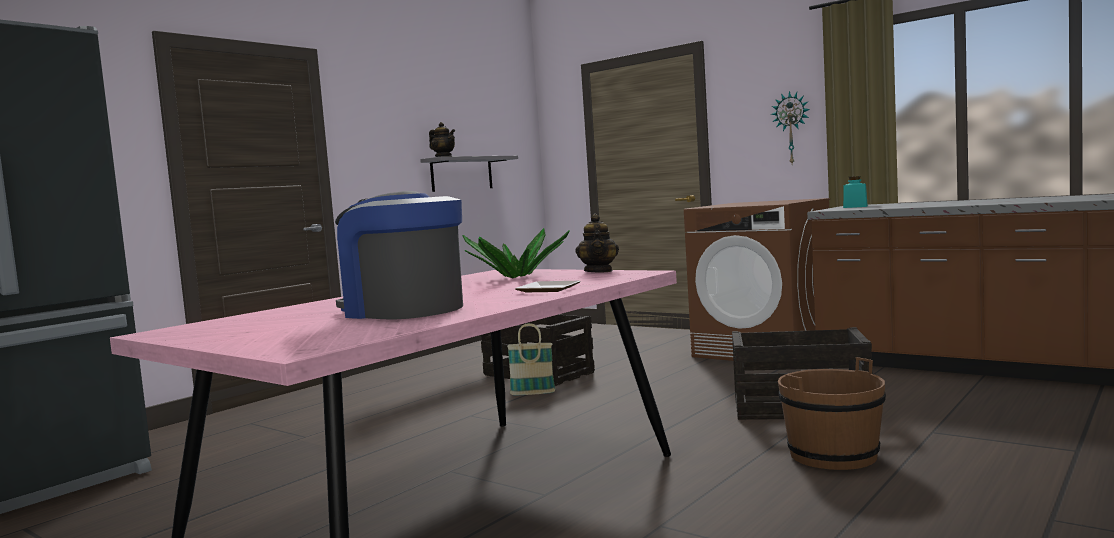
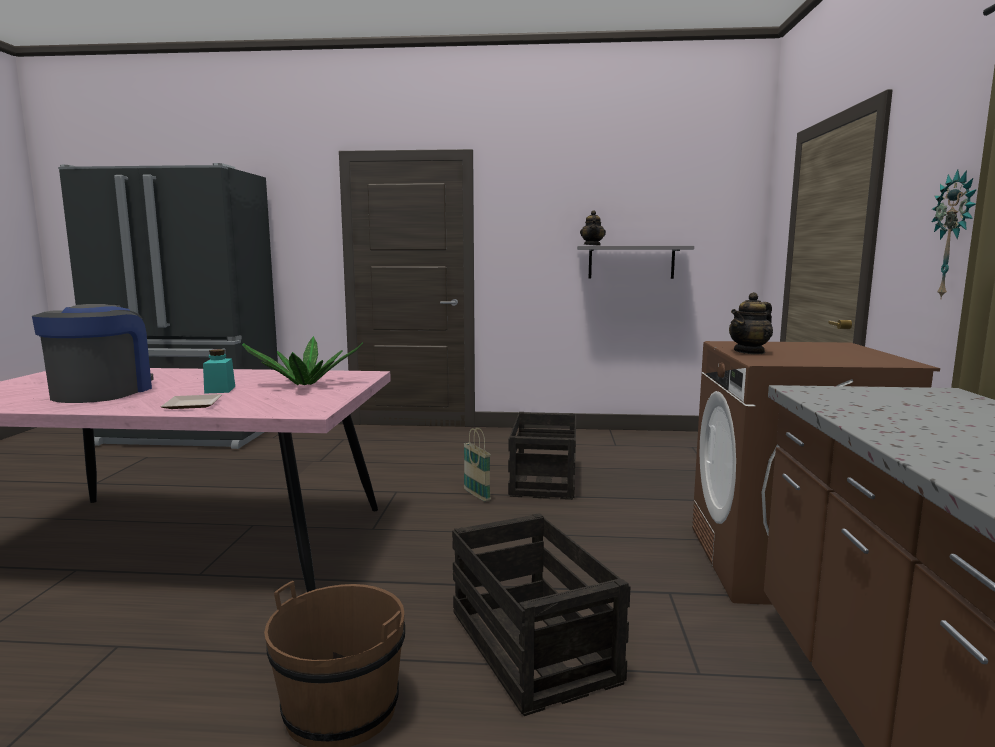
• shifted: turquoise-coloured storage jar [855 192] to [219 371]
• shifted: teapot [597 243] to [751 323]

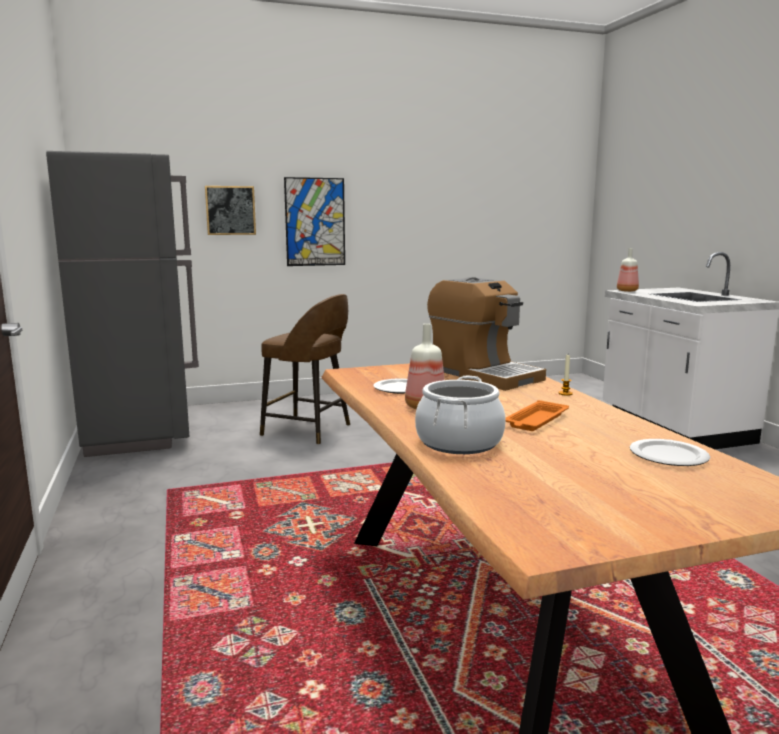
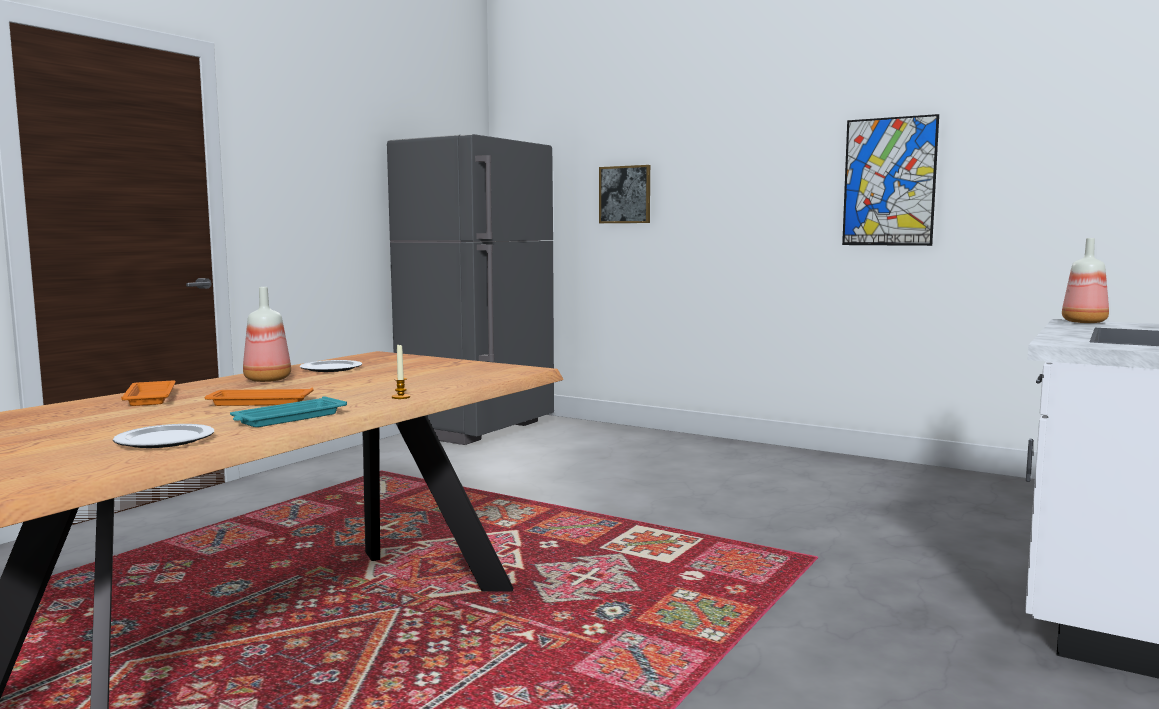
• shifted: picture [314 221] to [890 180]
• gone: coffee brewer [486 334]
• gone: brown-coloured stool [305 369]
• swapped: saucepot [460 415] to orange-coloured tray [148 393]
• new: turquoise-coloured tray [288 411]

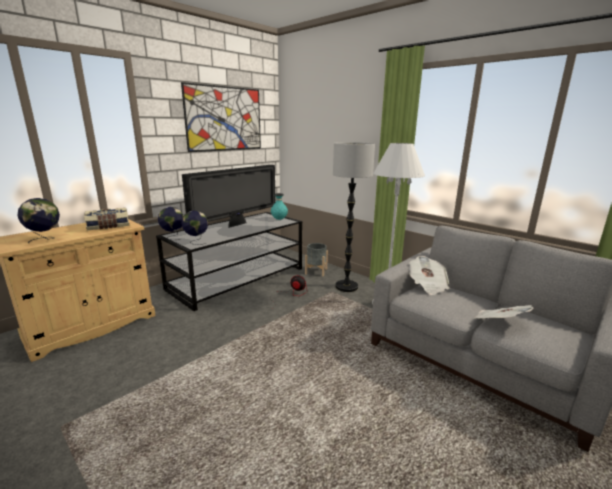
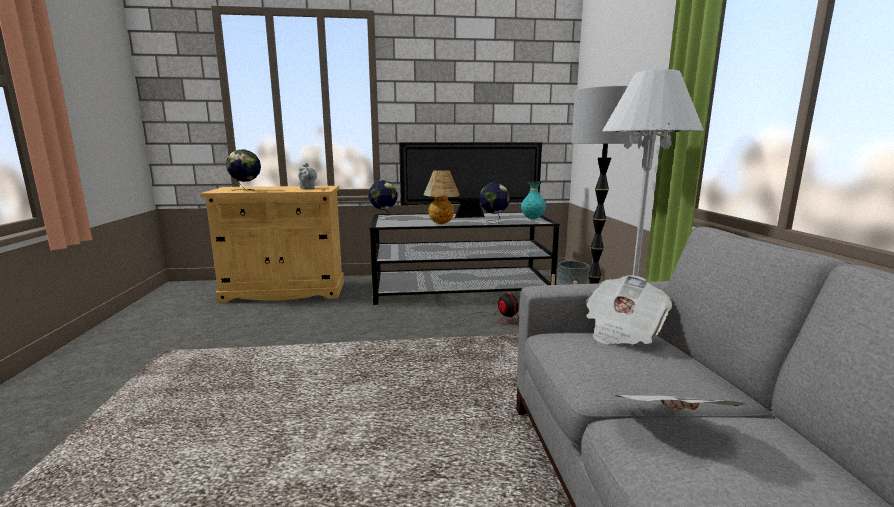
• gone: picture [221 117]
• swapped: volume [106 219] to grey teapot [307 175]
• shifted: world globe [194 227] to [494 203]
• new: tabletop lamp [442 197]

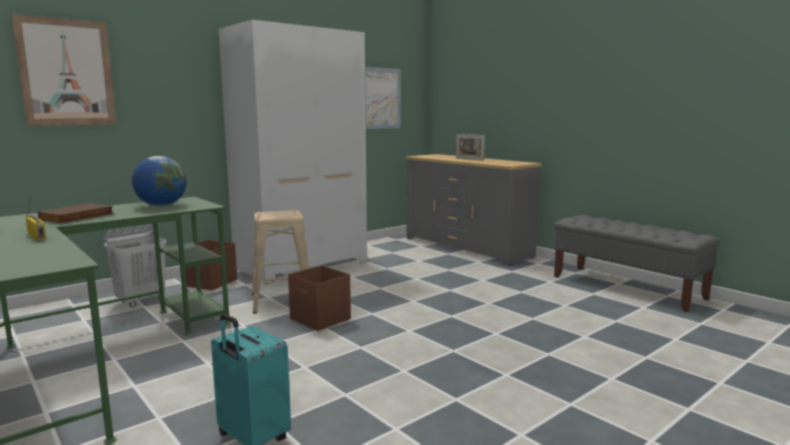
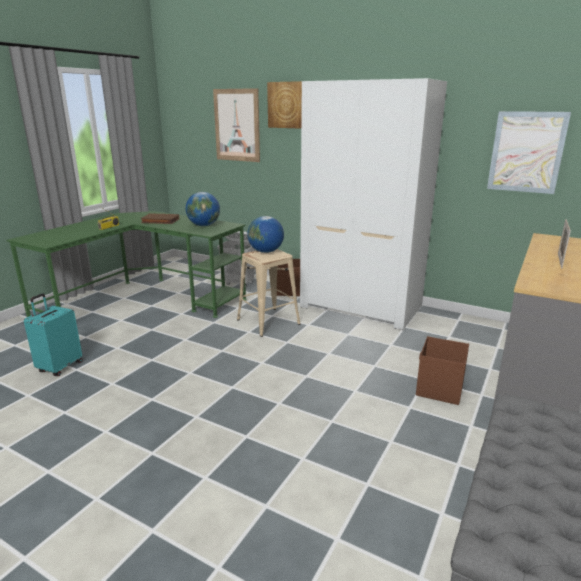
• shifted: brown-coloured storage box [319 298] to [442 370]
• new: picture [284 105]
• new: world globe [265 234]

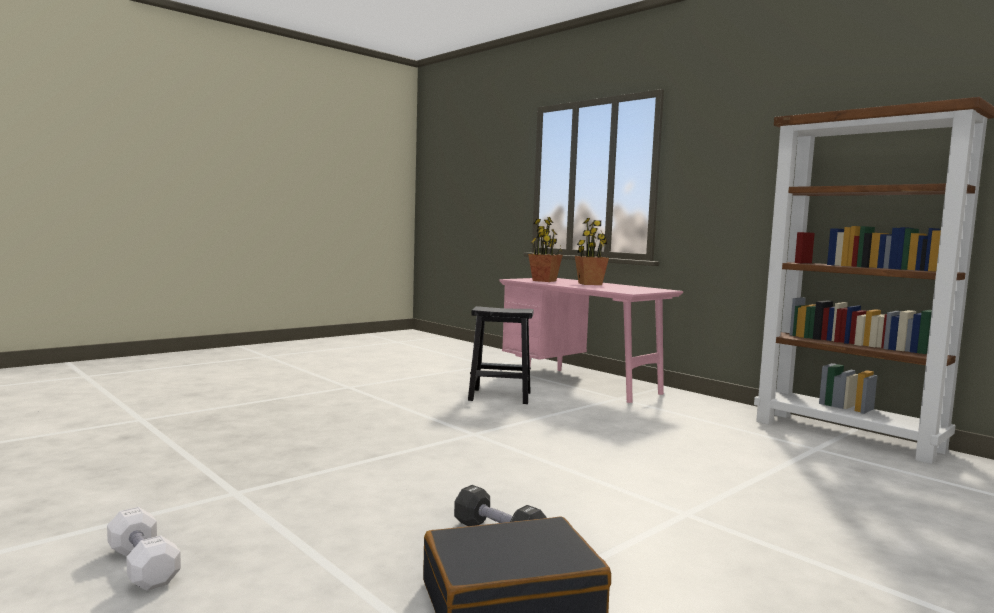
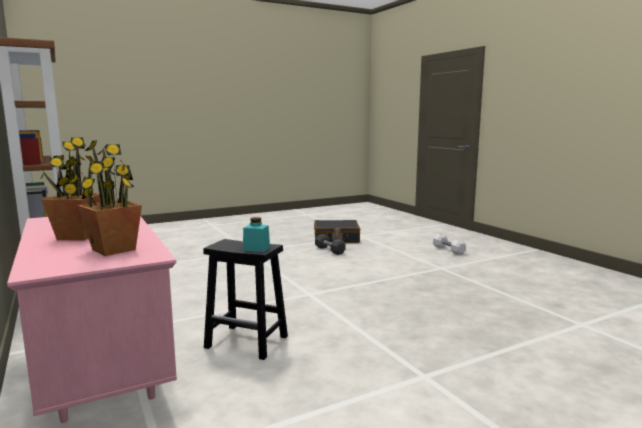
• new: turquoise-coloured storage jar [256 234]

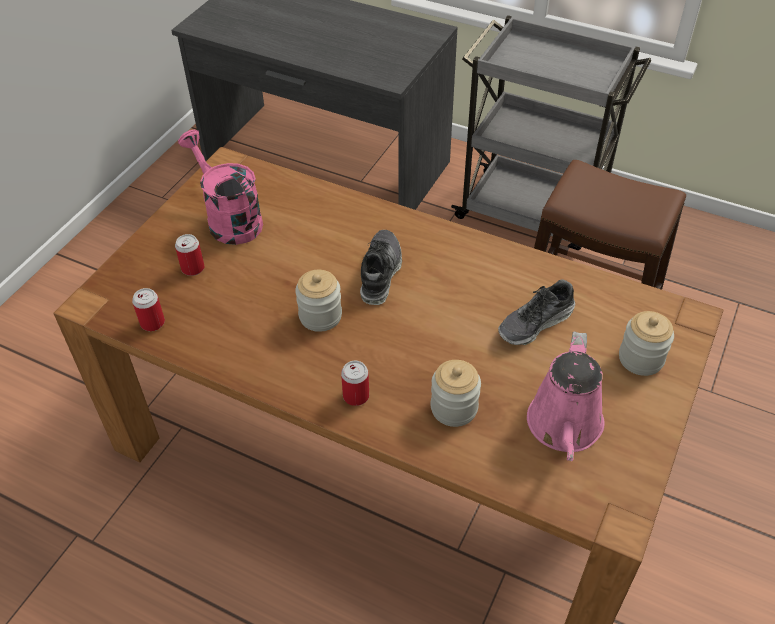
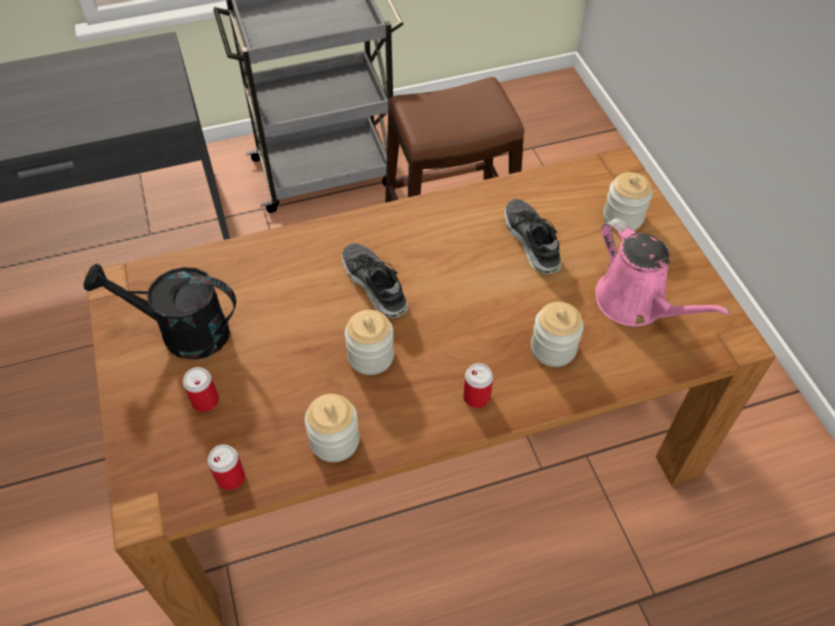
• repainted: pinkish sprinkling can [220 187] to blackish sprinkling can [159 311]
• rotated: shoe [536 312] = [532 236] 150 degrees clockwise
• new: storage jar [332 428]

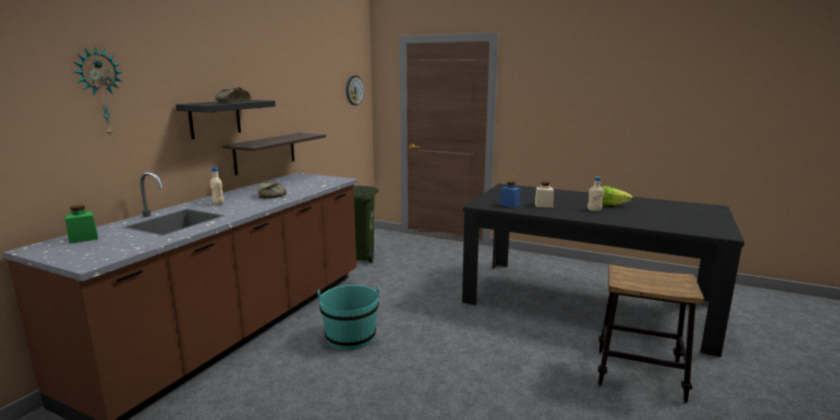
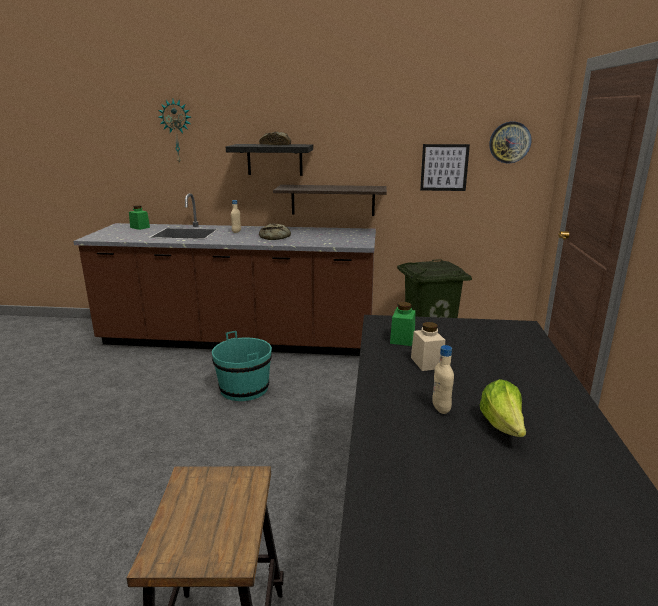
• repainted: blue storage jar [510 194] to green storage jar [402 324]
• new: picture [445 167]

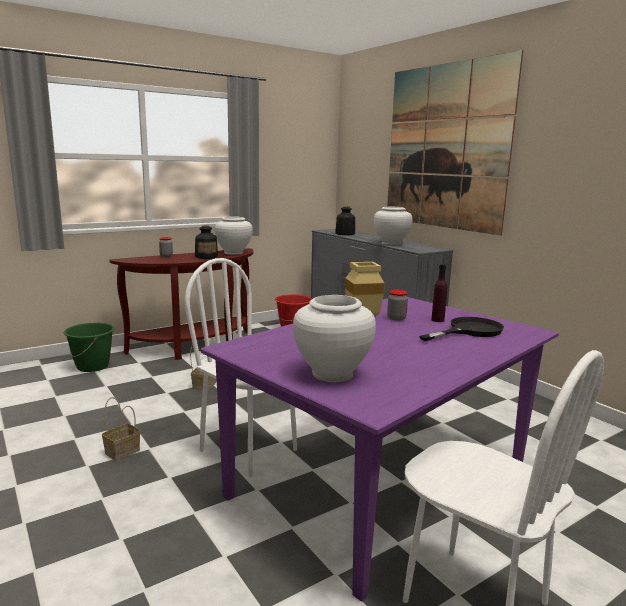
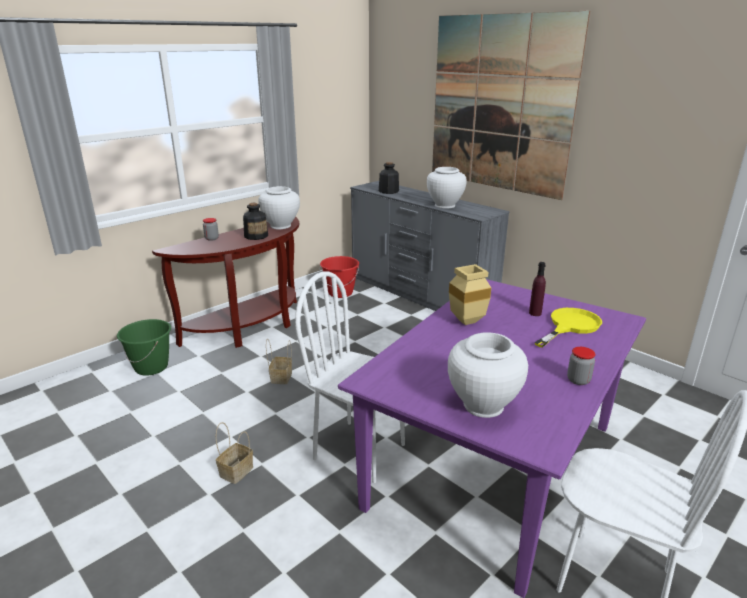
• shifted: storage jar [397 305] to [581 366]
• repainted: blackish frying pan [461 329] to yellowish frying pan [568 328]

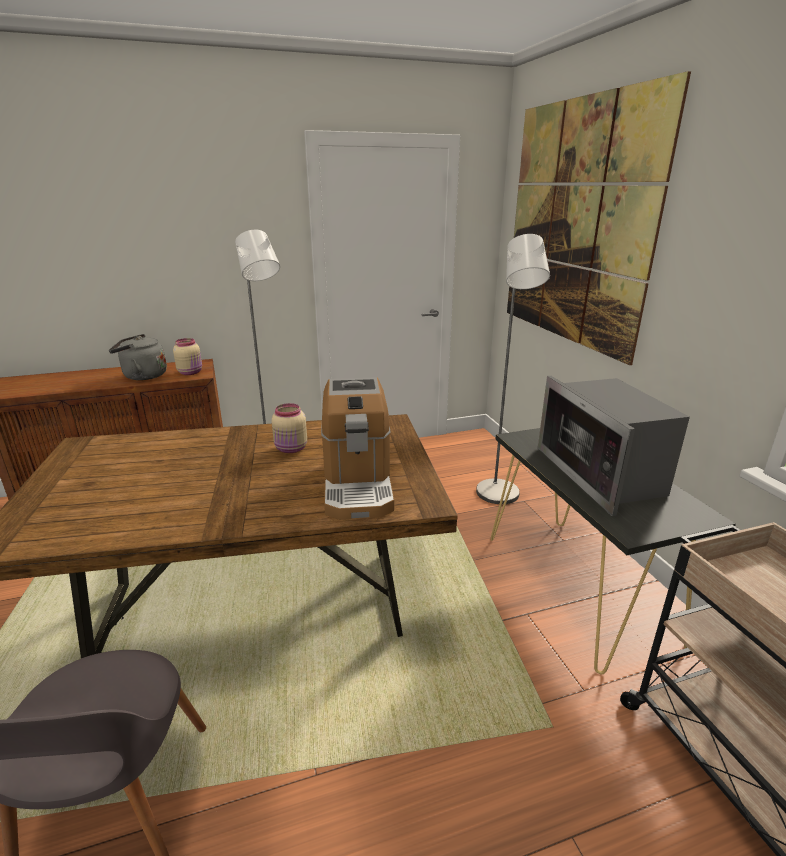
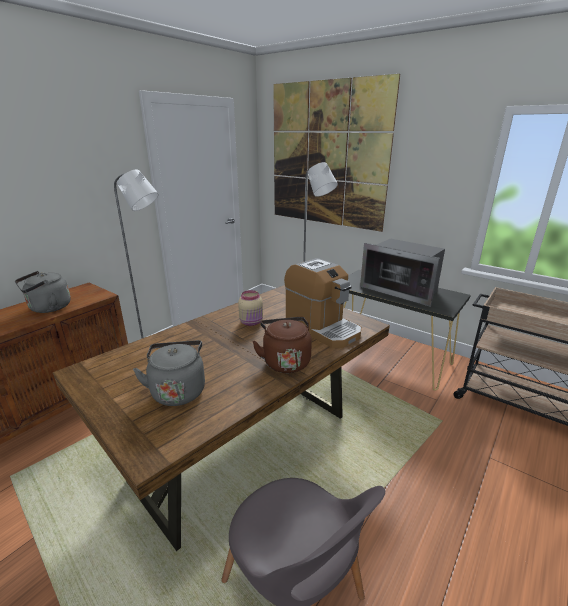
• gone: beige-coloured storage jar [187 356]
• new: brown-coloured kettle [282 345]
• new: grey kettle [169 373]

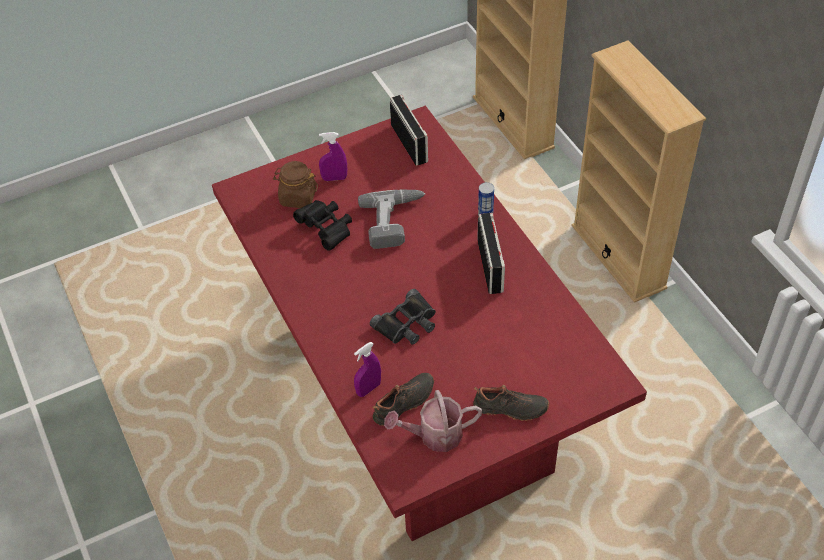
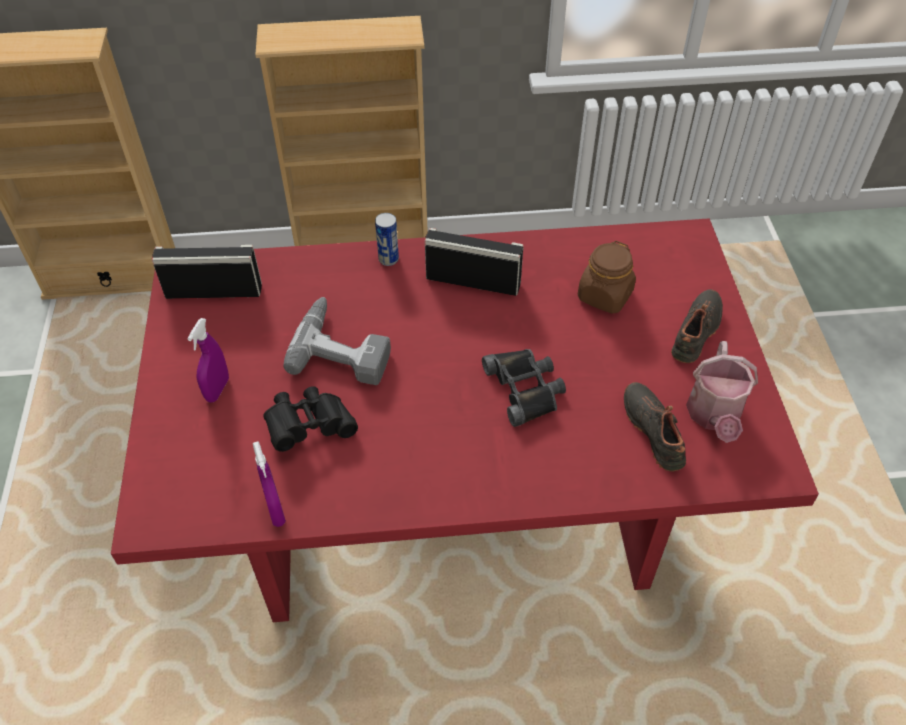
• shifted: brown-coloured storage jar [295 184] to [607 277]
• shifted: purplish spray bottle [367 369] to [269 484]

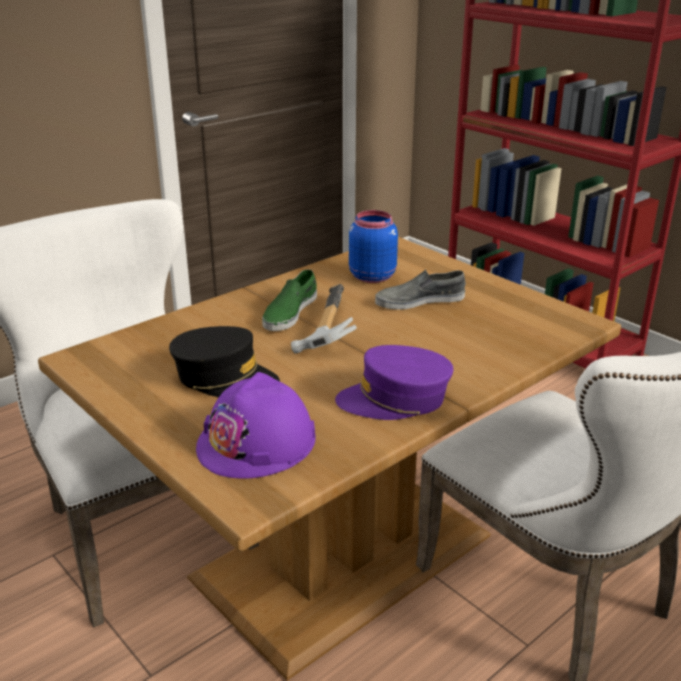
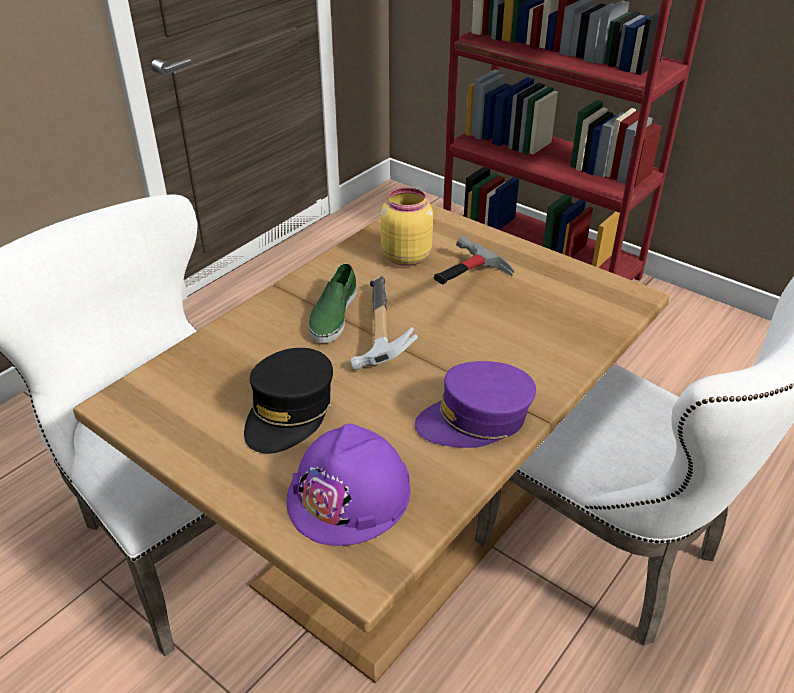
• repainted: blue storage jar [373 246] to yellowish storage jar [407 227]
• swapped: grey shoe [420 289] to hammer [474 260]
• rotated: blackish cap [224 361] = [288 401] 105 degrees clockwise

